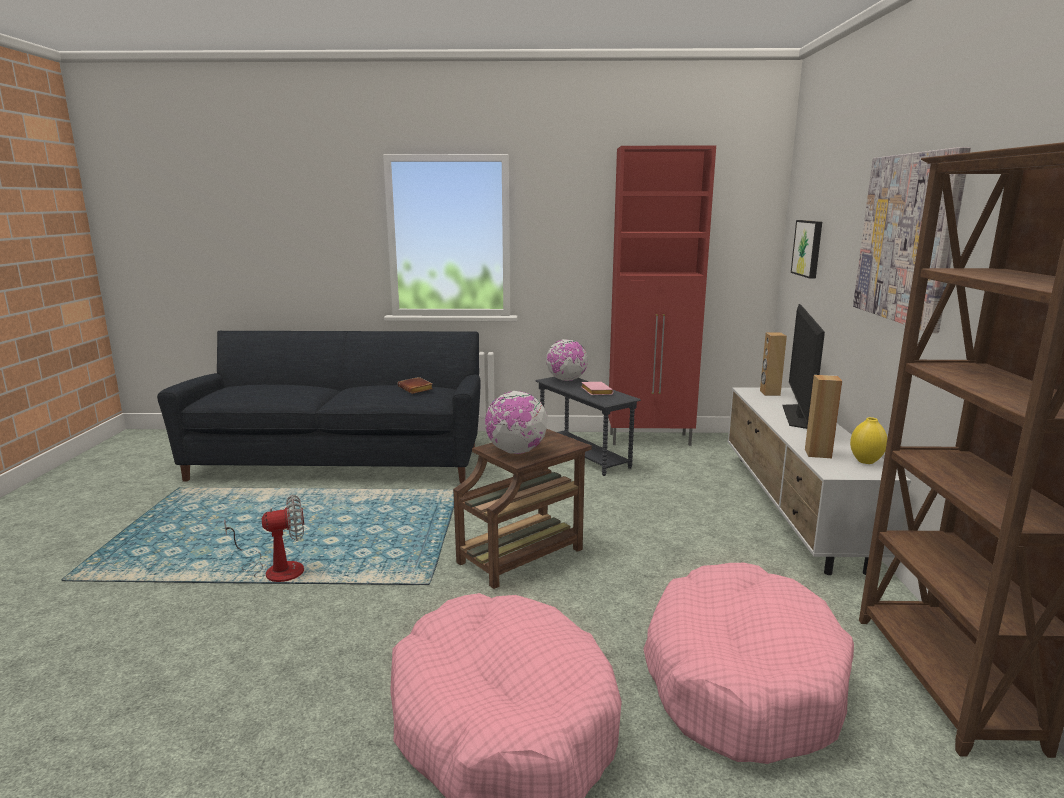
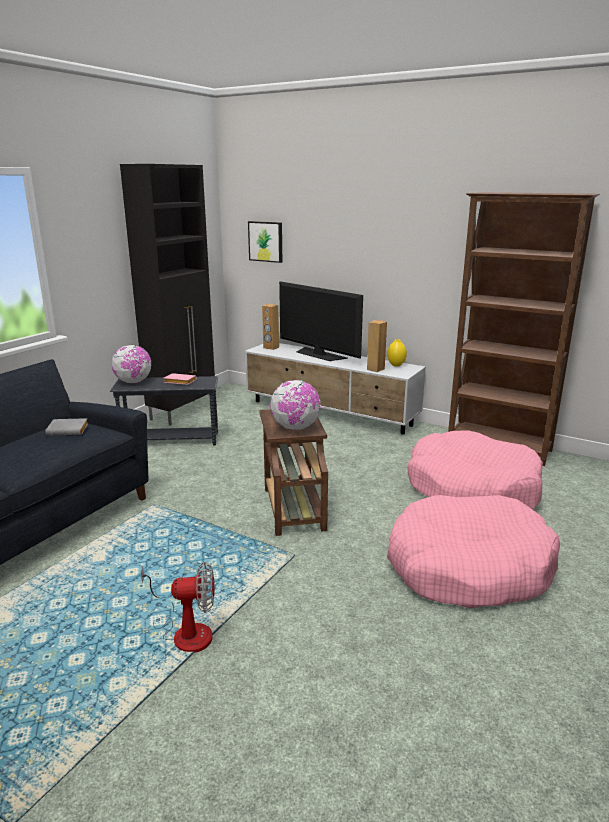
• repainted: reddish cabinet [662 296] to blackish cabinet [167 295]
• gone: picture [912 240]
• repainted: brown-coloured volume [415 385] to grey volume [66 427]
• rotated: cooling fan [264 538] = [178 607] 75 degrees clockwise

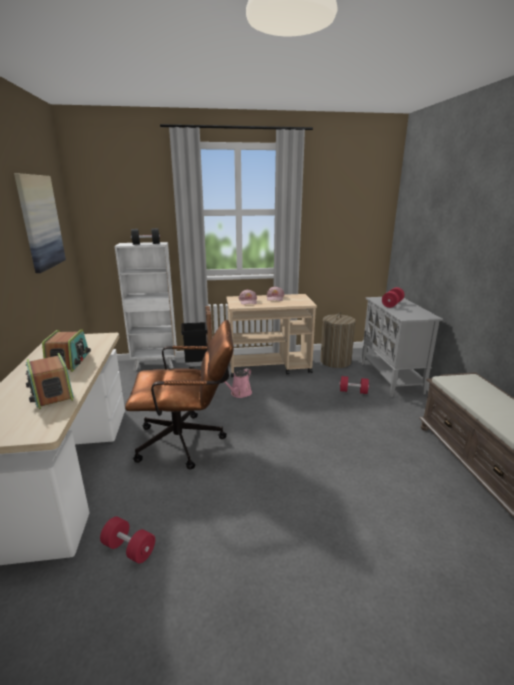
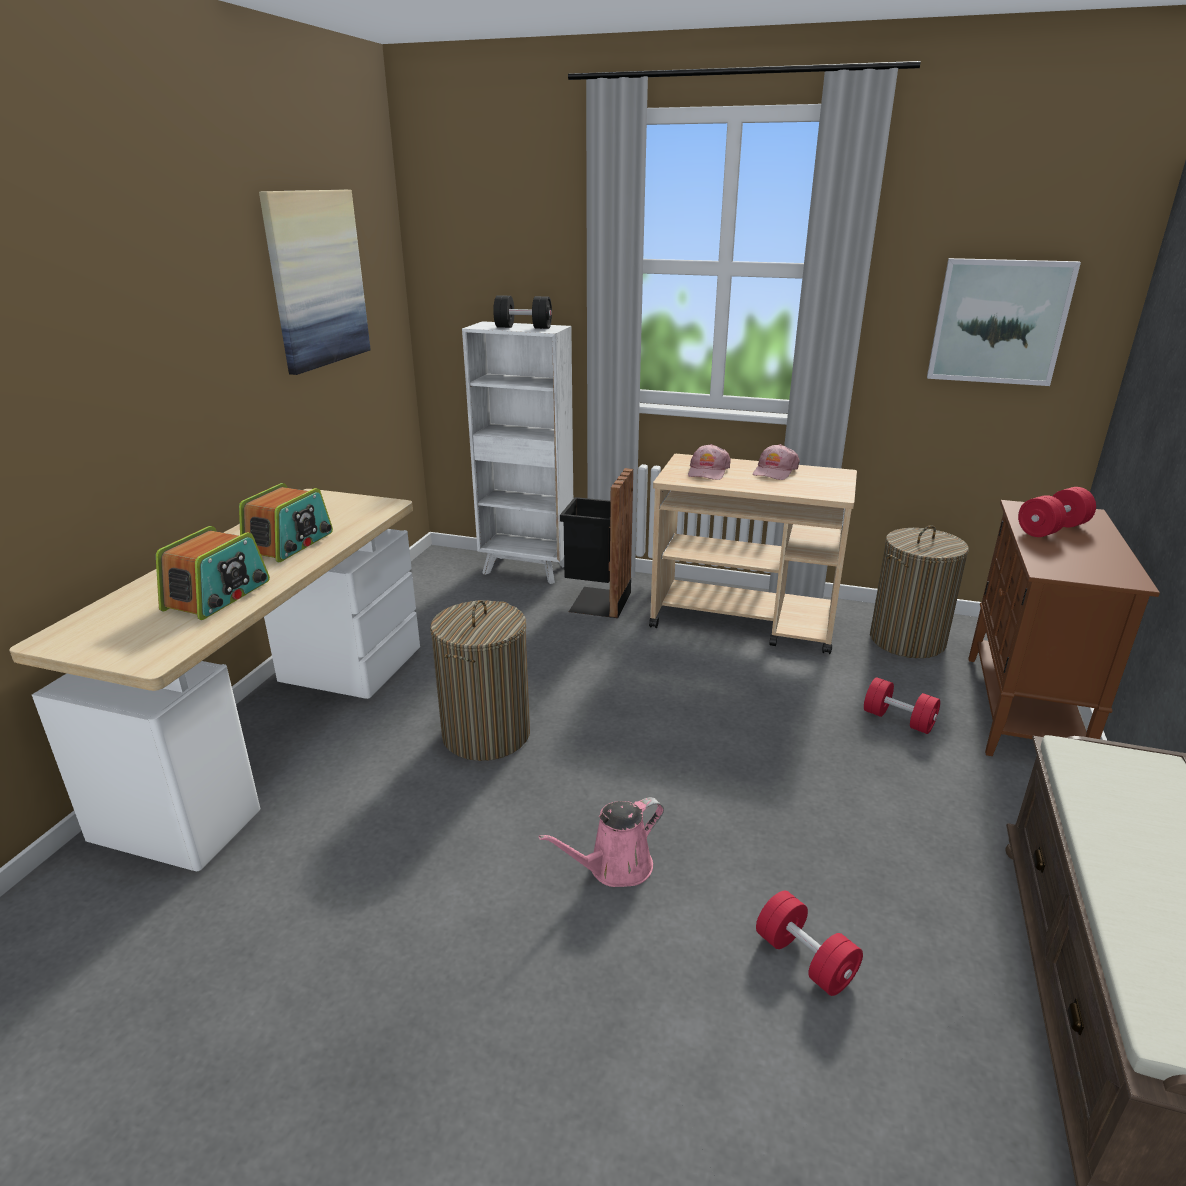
• repainted: grey cabinet [402 347] to brown-coloured cabinet [1064 628]
• swapped: brown-coloured desk chair [179 395] to laundry basket [480 680]
• rotated: radio receiver [50 381] = [213 573] 150 degrees counterclockwise
• shifted: pinkish sprinkling can [238 383] to [601 842]
• shifted: reddish free weight [127 540] to [809 943]
• new: picture [1004 322]

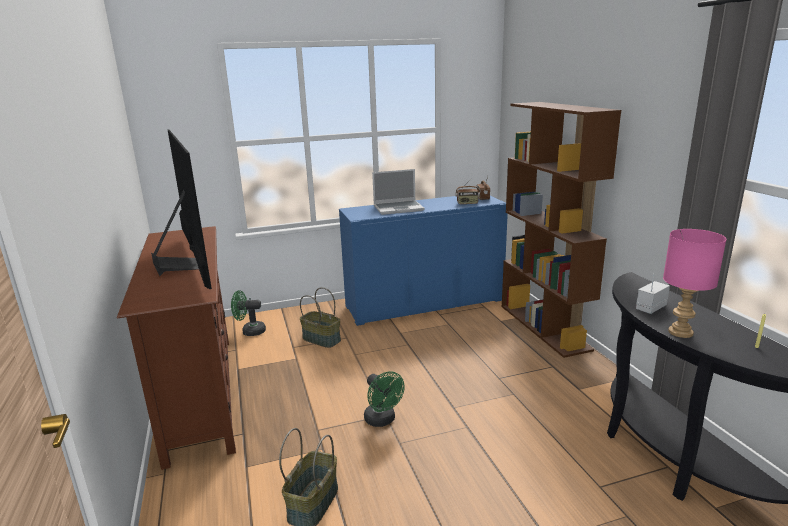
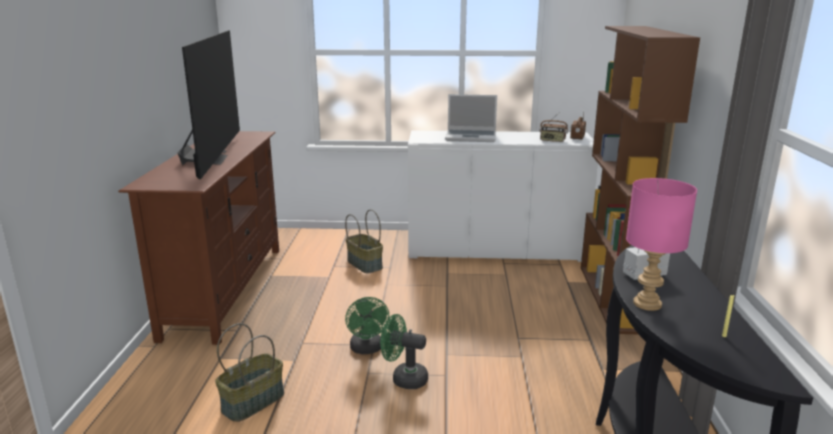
• repainted: blue cabinet [423 261] to whitish cabinet [503 196]
• shifted: green cooling fan [248 313] to [404 351]

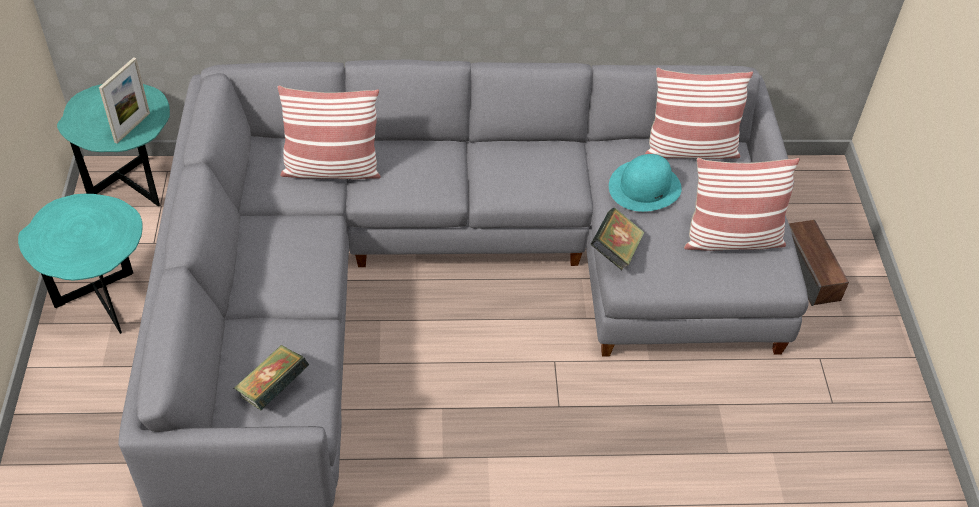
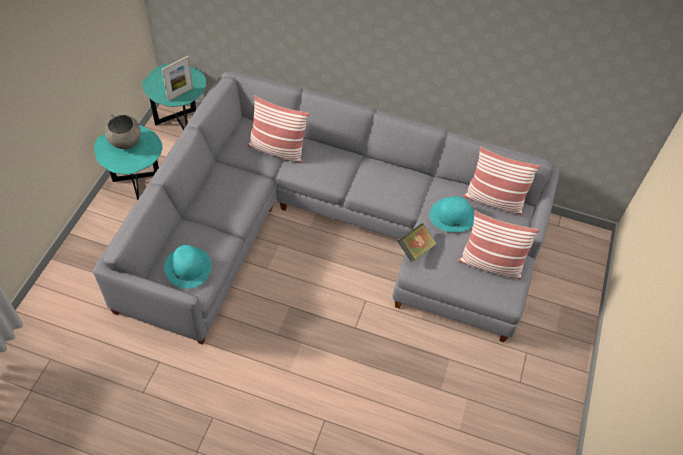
• gone: audio speaker [819 263]
• swapped: volume [271 377] to turquoise-coloured clothing hat [187 267]
• new: grey bowl [122 131]

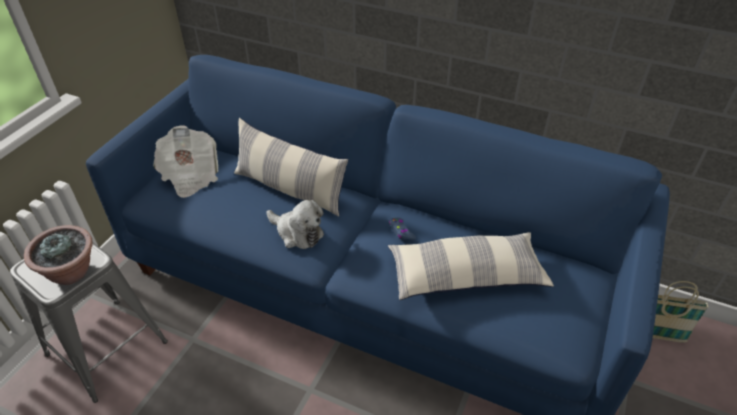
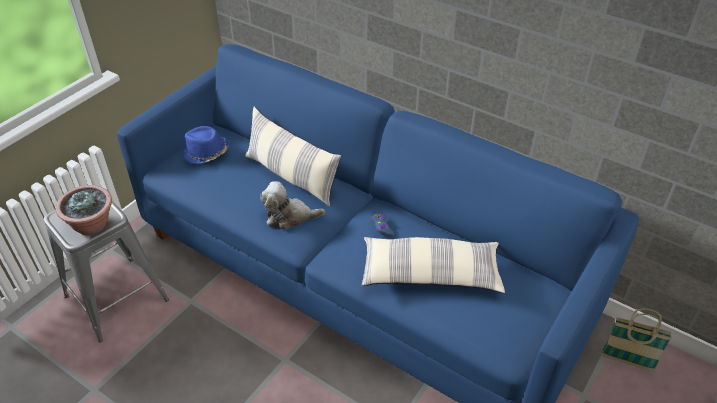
• swapped: newspaper [186 161] to blue clothing hat [206 145]
• rotated: soft toy [295 224] = [292 205] 135 degrees clockwise

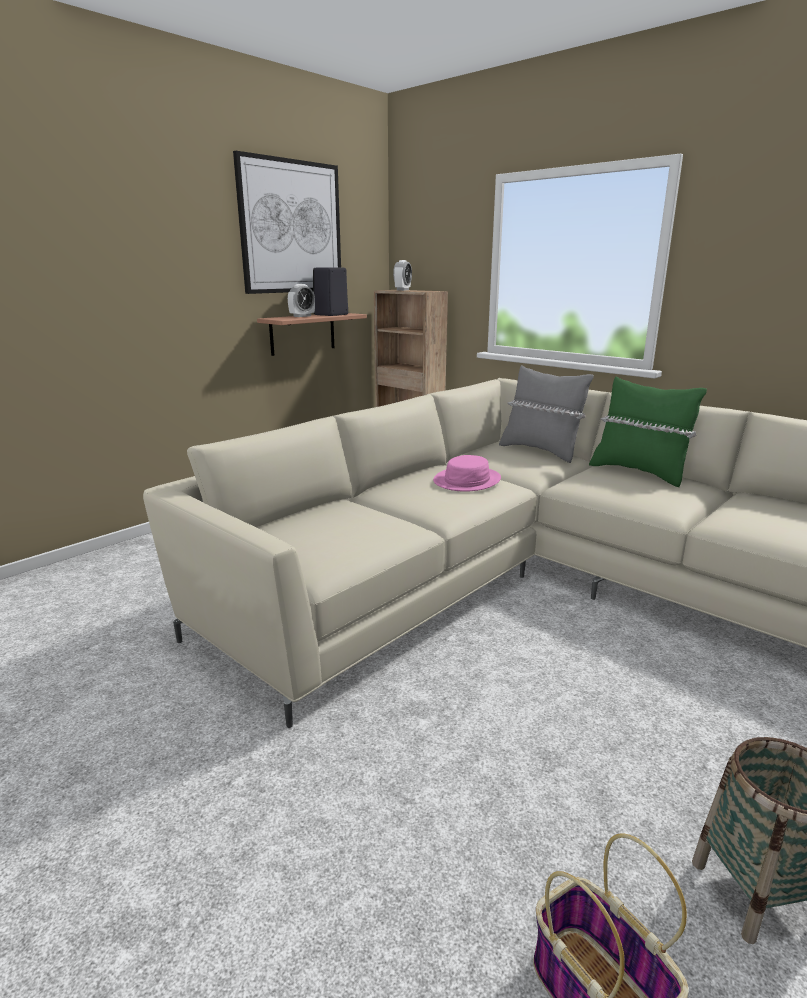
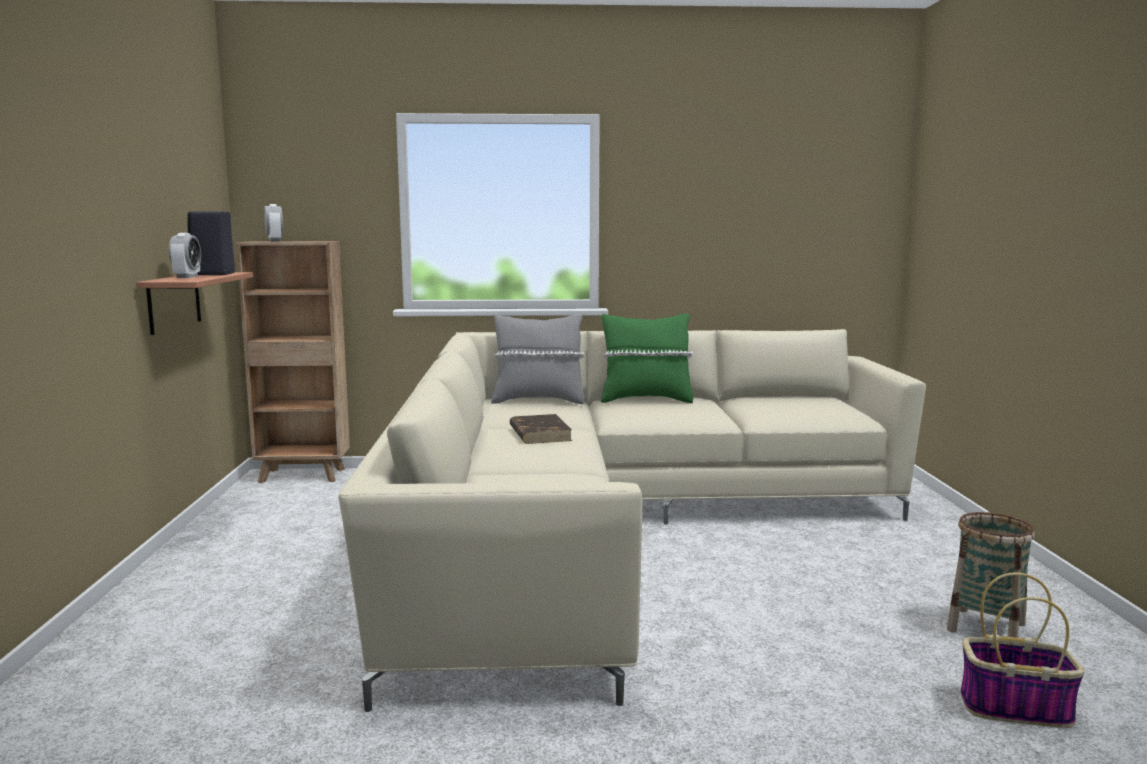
• gone: picture [287 222]
• swapped: pinkish clothing hat [467 473] to brown-coloured volume [541 429]

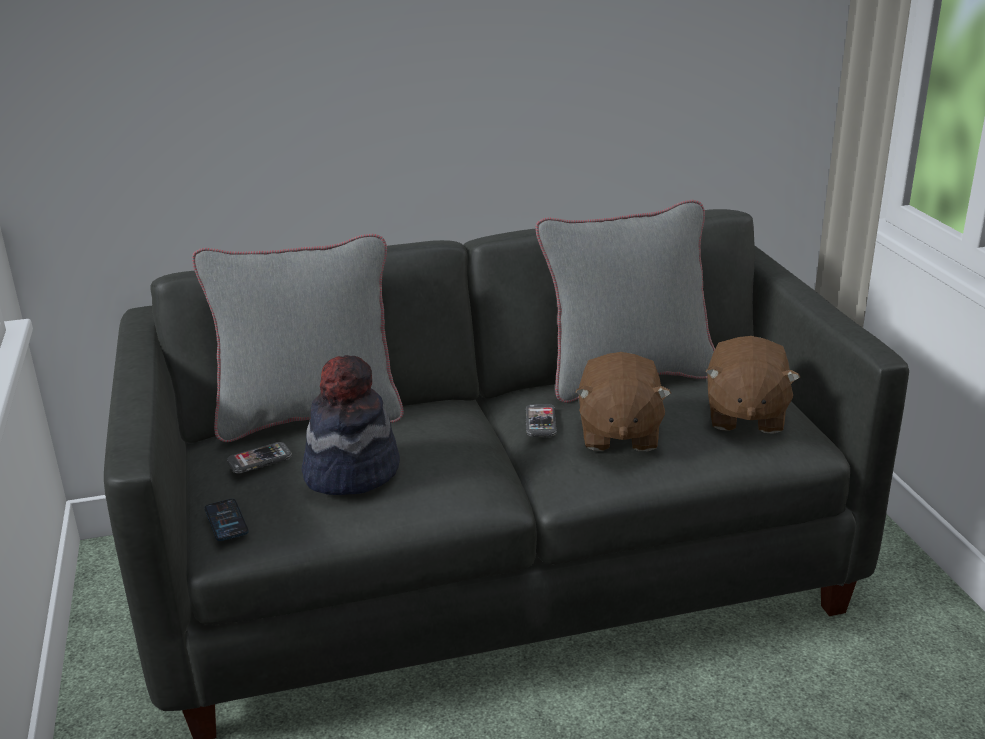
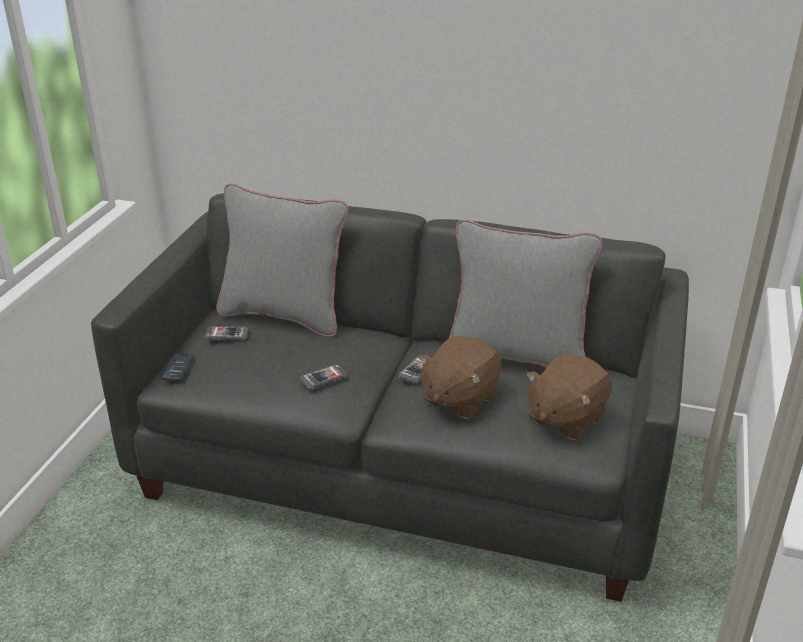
• gone: clothing hat [351 425]
• new: phone [323 377]

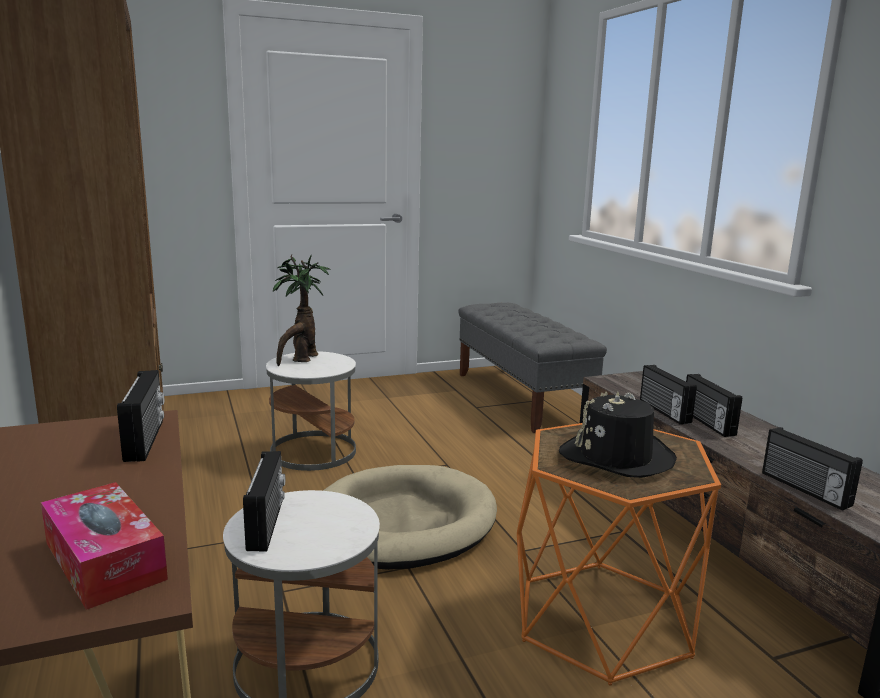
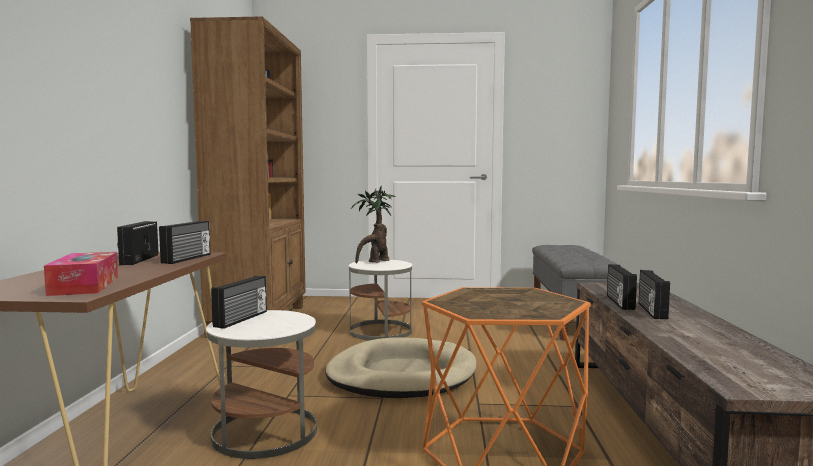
• gone: blackish clothing hat [618 435]
• shifted: radio receiver [812 469] to [138 243]

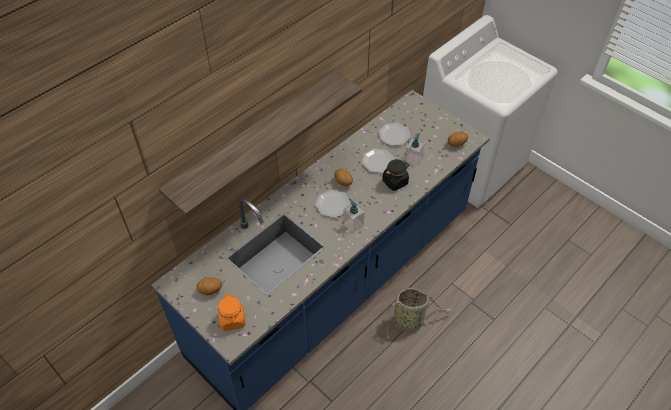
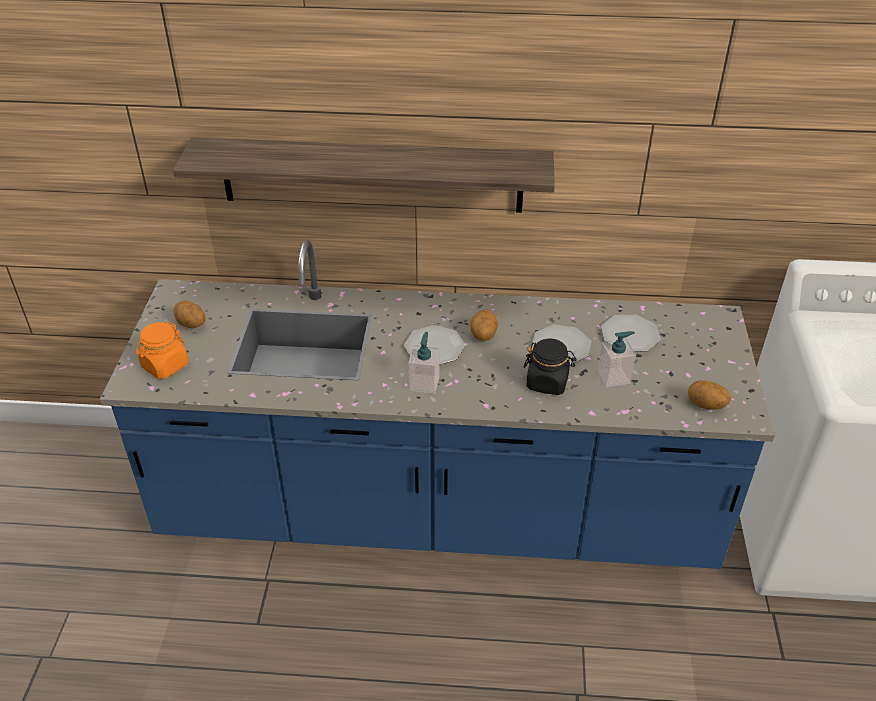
• gone: household basket [415 313]

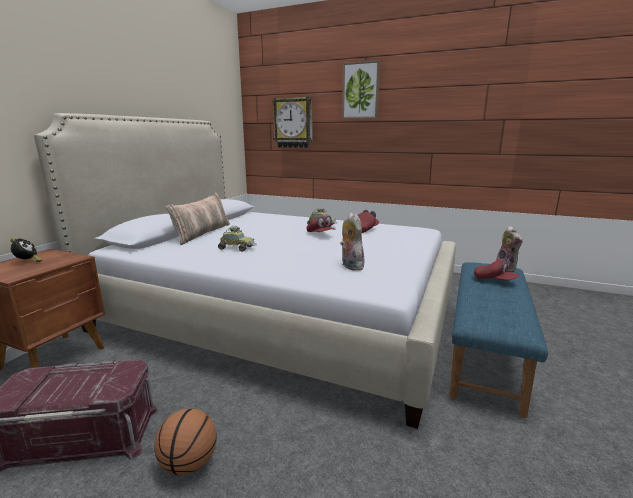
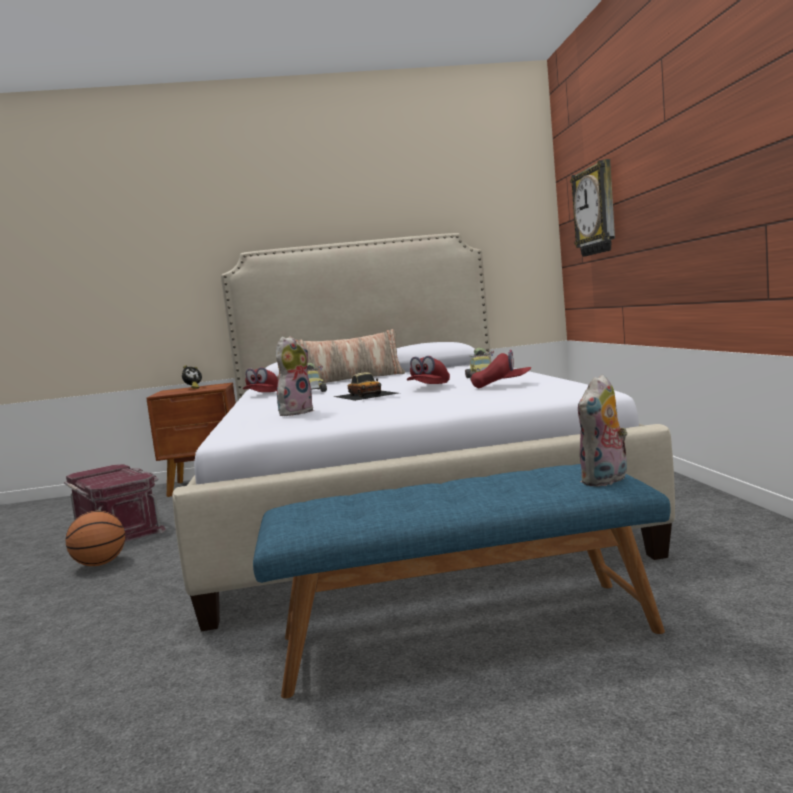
• gone: picture [361 89]
• shifted: reddish cap [497 269] to [260 379]
• new: miniature car [366 386]

